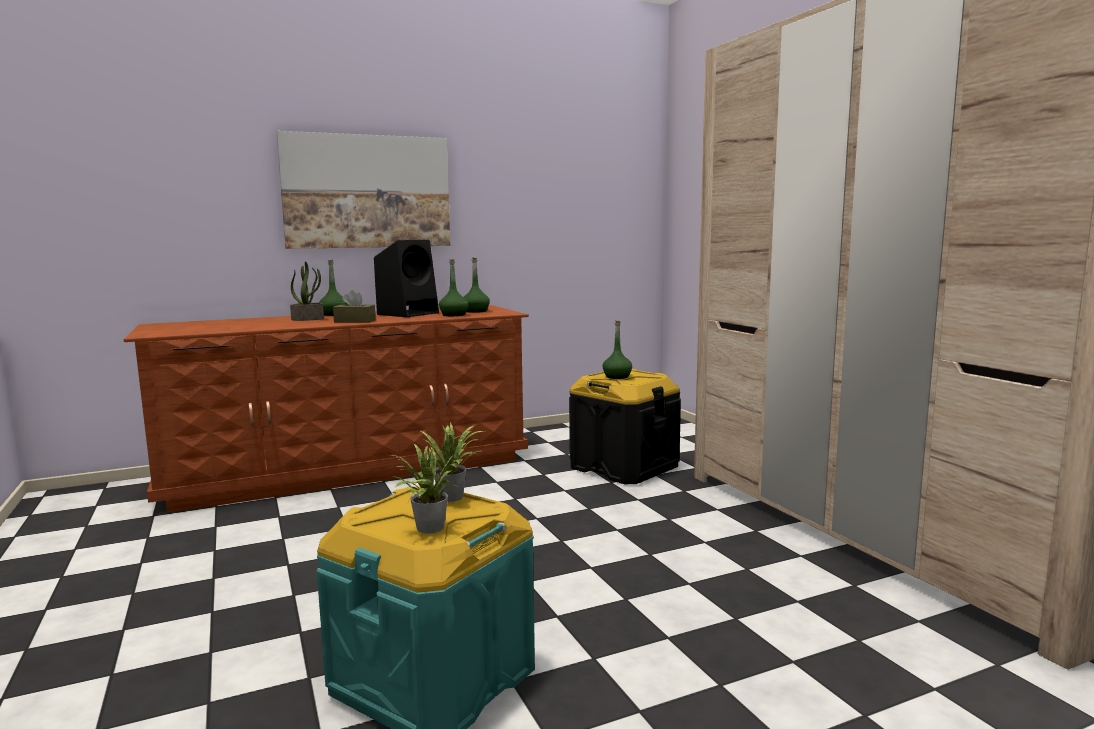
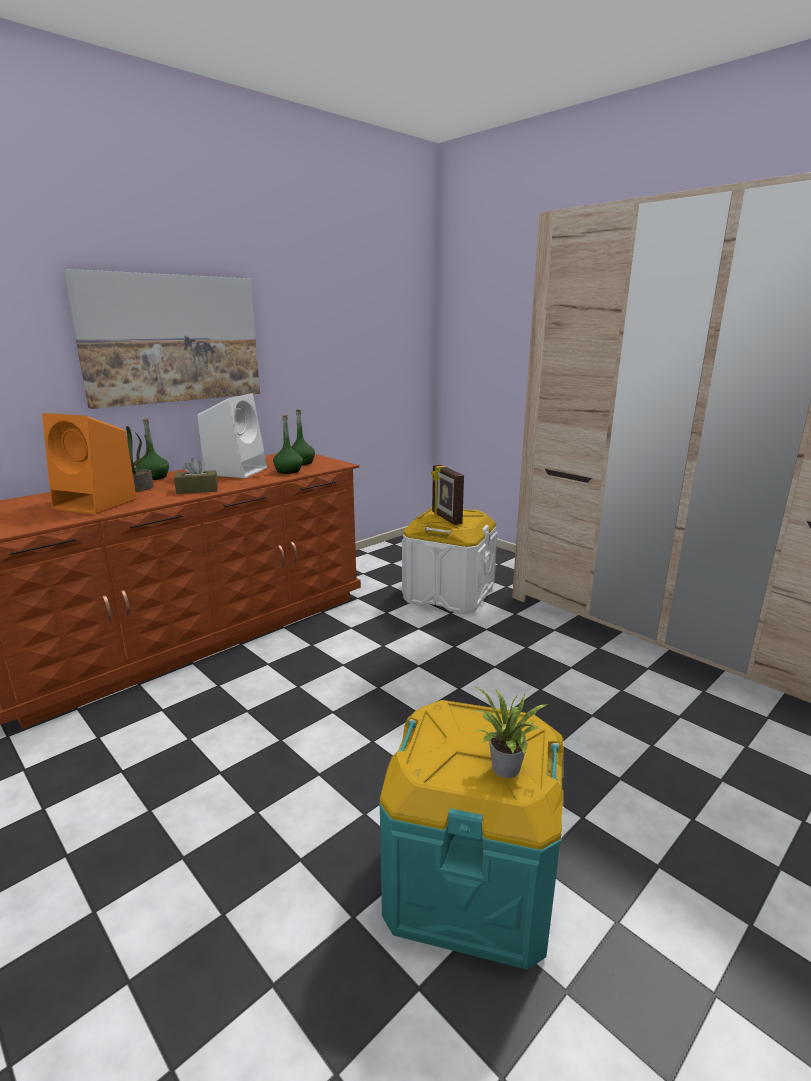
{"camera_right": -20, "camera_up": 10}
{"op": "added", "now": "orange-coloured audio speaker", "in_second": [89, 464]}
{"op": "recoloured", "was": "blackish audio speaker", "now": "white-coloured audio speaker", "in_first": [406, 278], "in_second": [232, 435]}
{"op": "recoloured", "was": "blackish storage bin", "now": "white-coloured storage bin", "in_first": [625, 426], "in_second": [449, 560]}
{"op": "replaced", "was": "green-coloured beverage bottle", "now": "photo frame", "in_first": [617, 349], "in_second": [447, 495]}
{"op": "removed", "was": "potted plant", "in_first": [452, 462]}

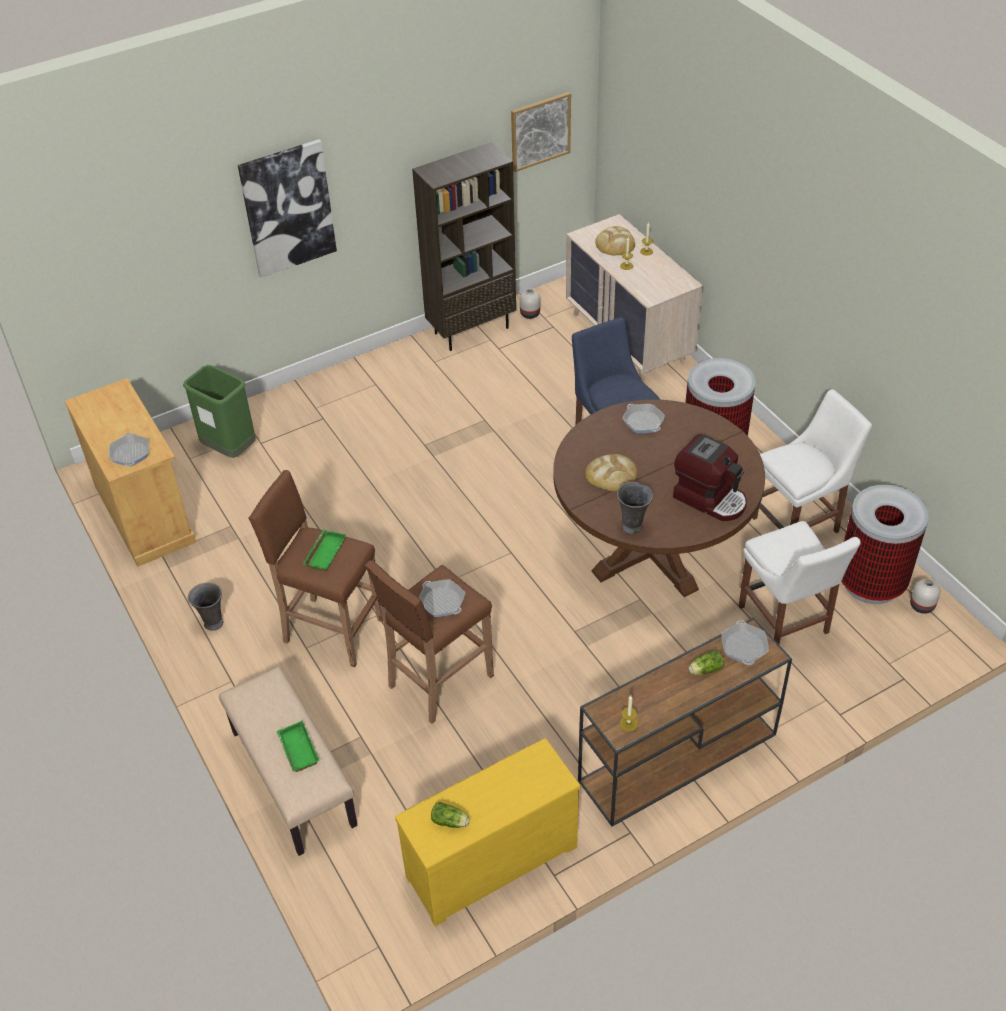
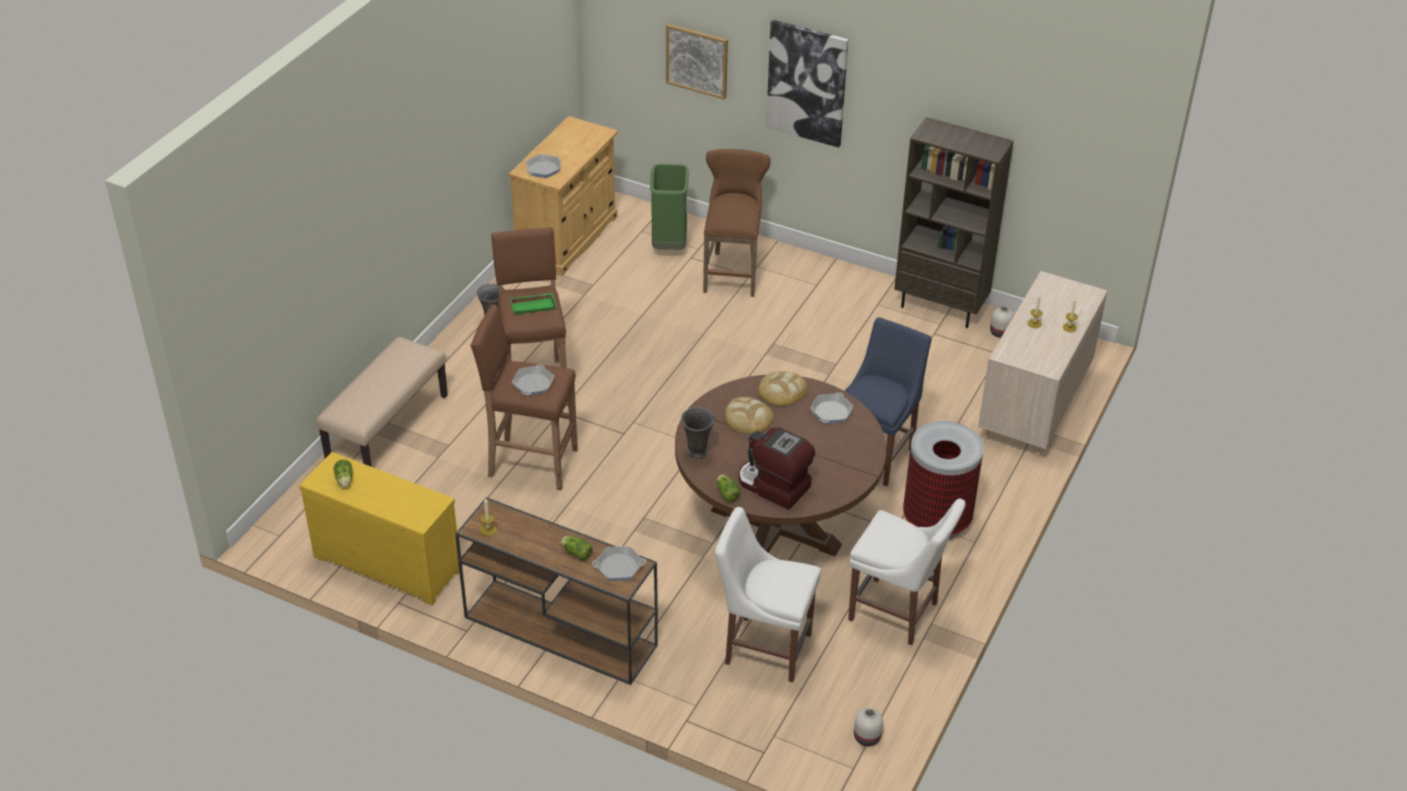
{"camera_right": 55, "camera_up": -5}
{"op": "turned", "was": "frying pan", "in_first": [745, 642], "in_second": [619, 563], "clockwise": -150}
{"op": "moved", "was": "picture", "in_first": [541, 132], "in_second": [697, 61]}
{"op": "added", "now": "brownish sitting stool", "in_second": [737, 223]}
{"op": "turned", "was": "white-coloured plain chair", "in_first": [800, 582], "in_second": [768, 594], "clockwise": 75}
{"op": "added", "now": "lettuce head", "in_second": [728, 488]}
{"op": "turned", "was": "coffee machine", "in_first": [710, 477], "in_second": [777, 469], "clockwise": 120}
{"op": "moved", "was": "bakery bread", "in_first": [615, 240], "in_second": [783, 388]}
{"op": "removed", "was": "green-coloured carrying tray", "in_first": [298, 746]}
{"op": "removed", "was": "rubbish bin", "in_first": [885, 544]}

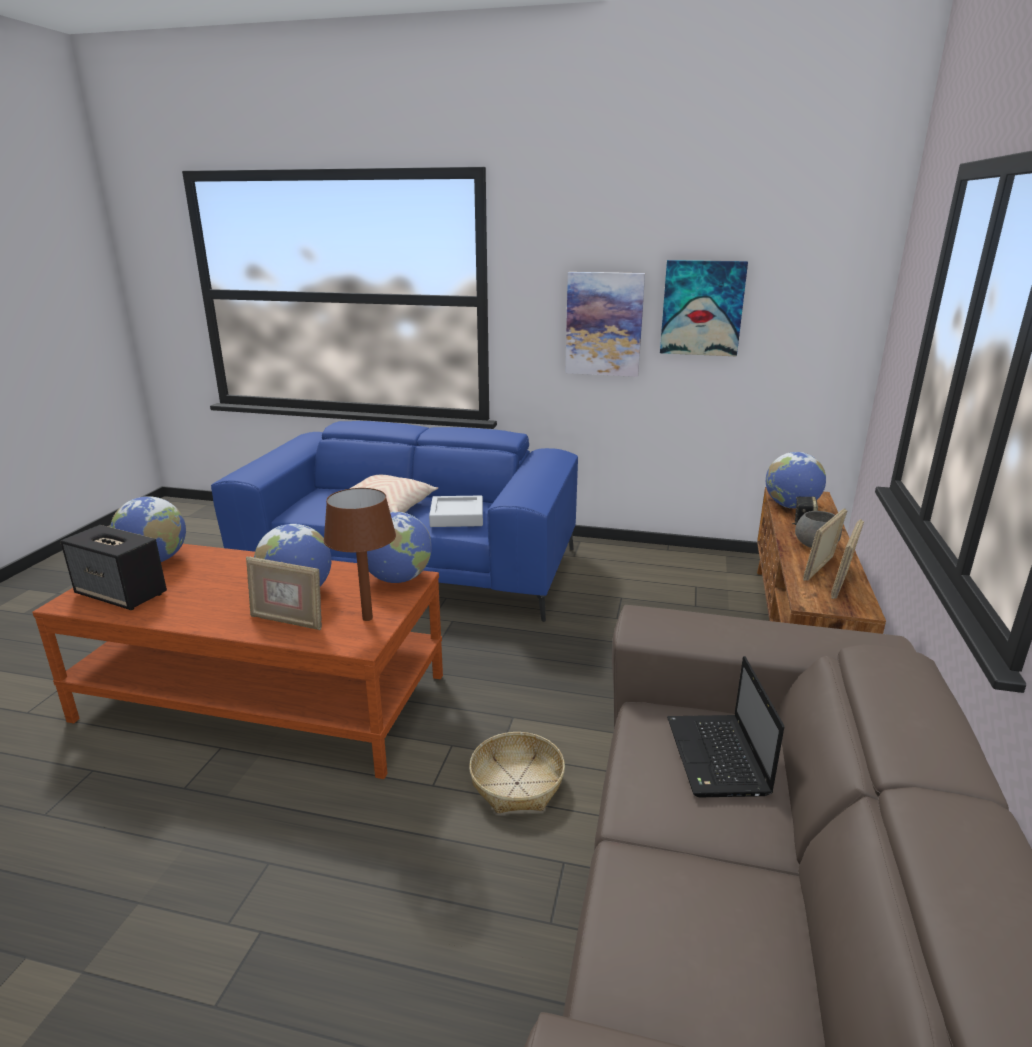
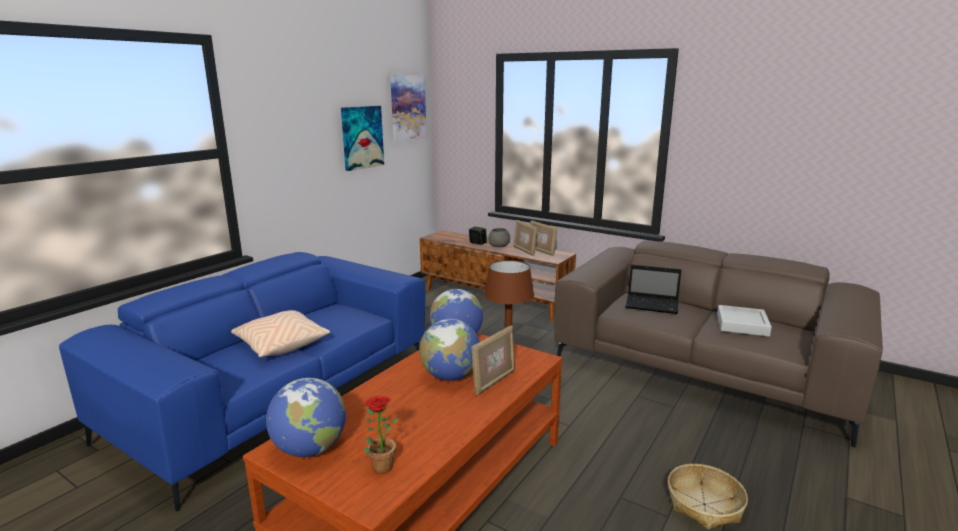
{"camera_right": -70, "camera_up": -5}
{"op": "replaced", "was": "audio speaker", "now": "potted plant", "in_first": [113, 567], "in_second": [381, 435]}
{"op": "moved", "was": "picture", "in_first": [605, 324], "in_second": [408, 108]}
{"op": "moved", "was": "basket", "in_first": [517, 772], "in_second": [708, 497]}
{"op": "moved", "was": "greyish carrying tray", "in_first": [456, 511], "in_second": [744, 321]}
{"op": "removed", "was": "world globe", "in_first": [796, 480]}

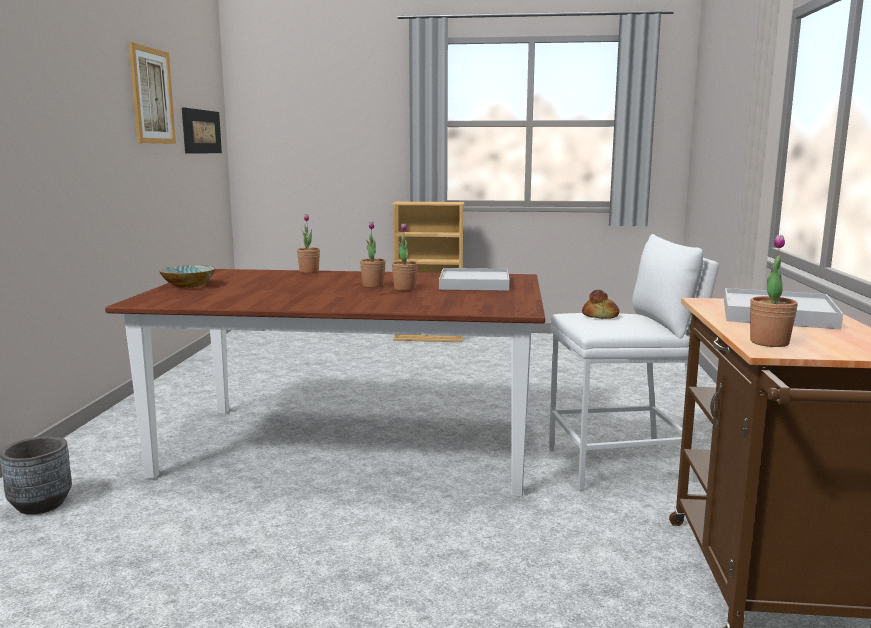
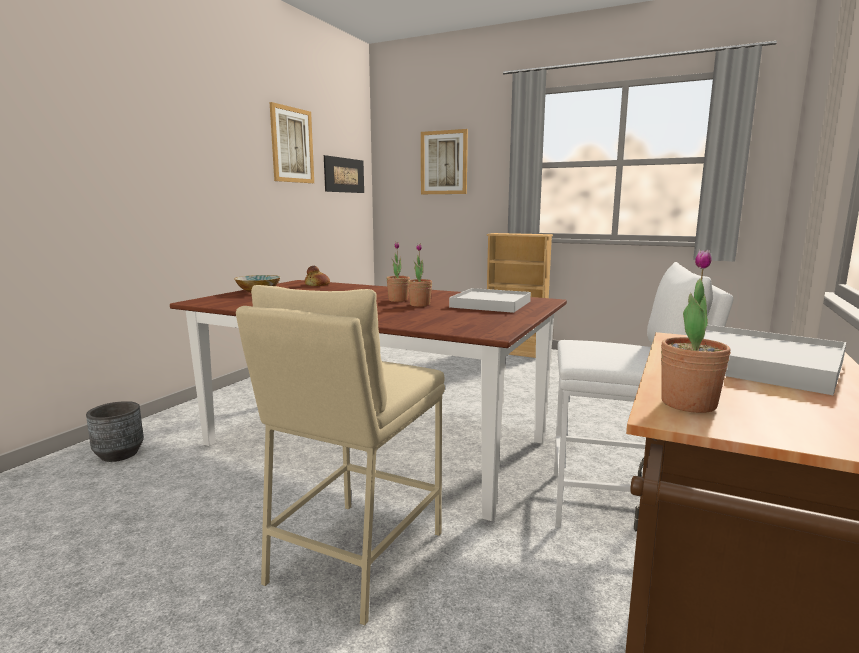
{"camera_right": 20, "camera_up": 0}
{"op": "added", "now": "sand-coloured sitting stool", "in_second": [340, 455]}
{"op": "moved", "was": "bakery bread", "in_first": [600, 304], "in_second": [317, 276]}
{"op": "added", "now": "picture", "in_second": [444, 161]}
{"op": "removed", "was": "potted plant", "in_first": [308, 243]}

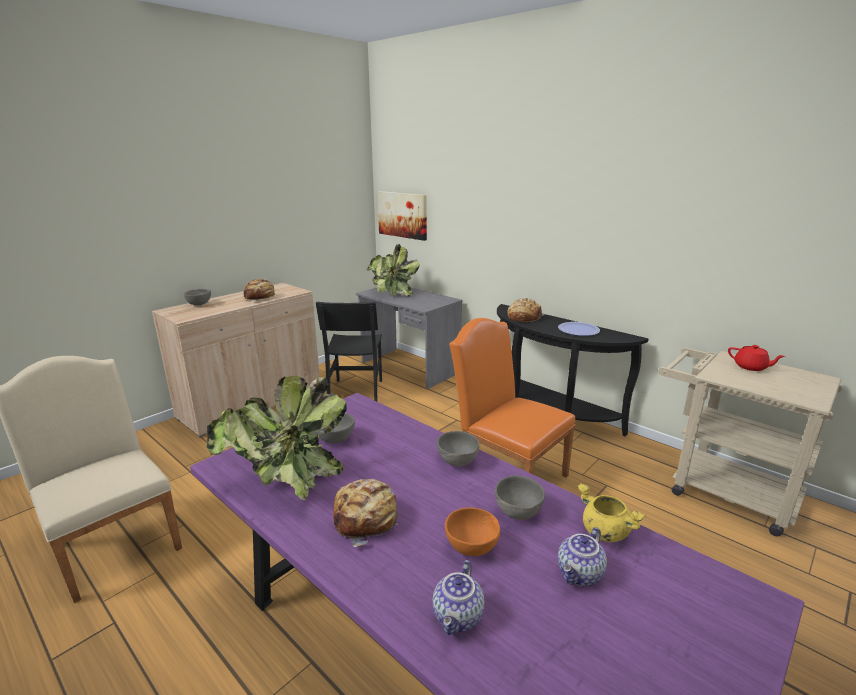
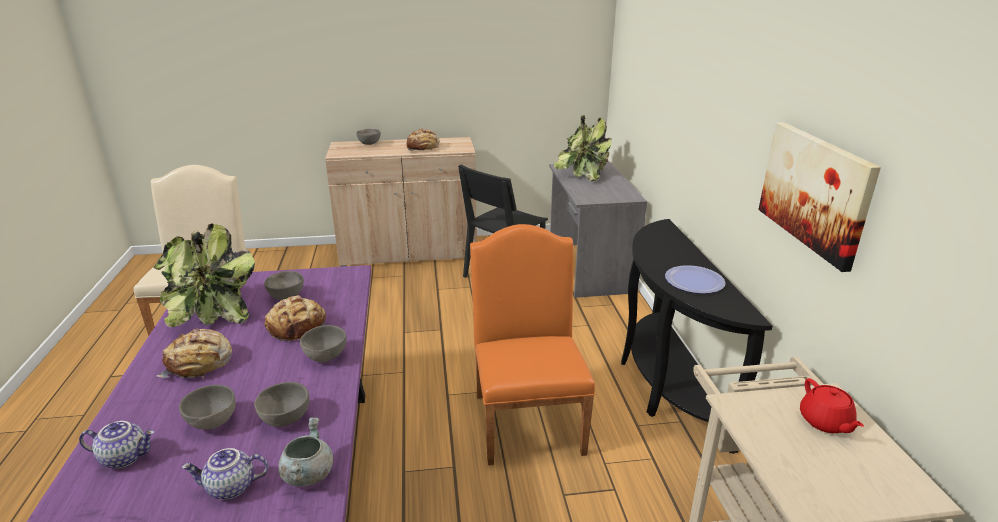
{"camera_right": 40, "camera_up": 5}
{"op": "turned", "was": "teapot", "in_first": [458, 597], "in_second": [116, 444], "clockwise": -150}
{"op": "recoloured", "was": "orange-coloured bowl", "now": "greyish bowl", "in_first": [472, 531], "in_second": [207, 407]}
{"op": "moved", "was": "bakery bread", "in_first": [527, 310], "in_second": [295, 318]}
{"op": "recoloured", "was": "yellow-coloured stockpot", "now": "greyish stockpot", "in_first": [611, 513], "in_second": [306, 452]}
{"op": "moved", "was": "picture", "in_first": [402, 216], "in_second": [819, 197]}

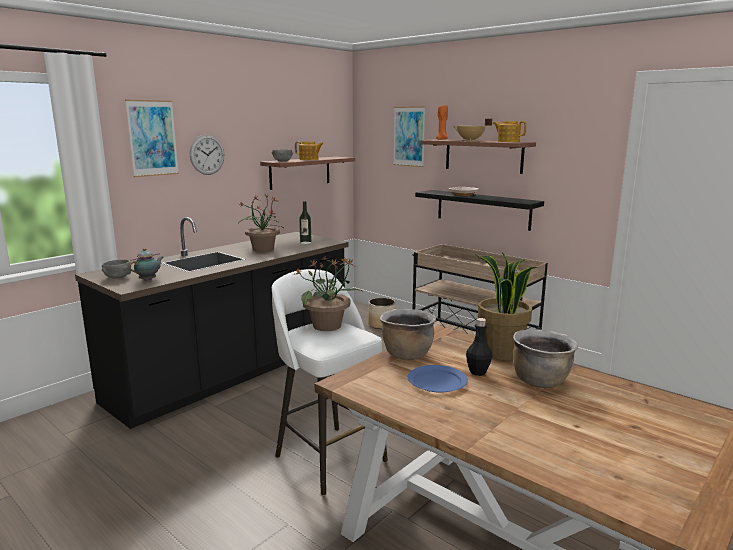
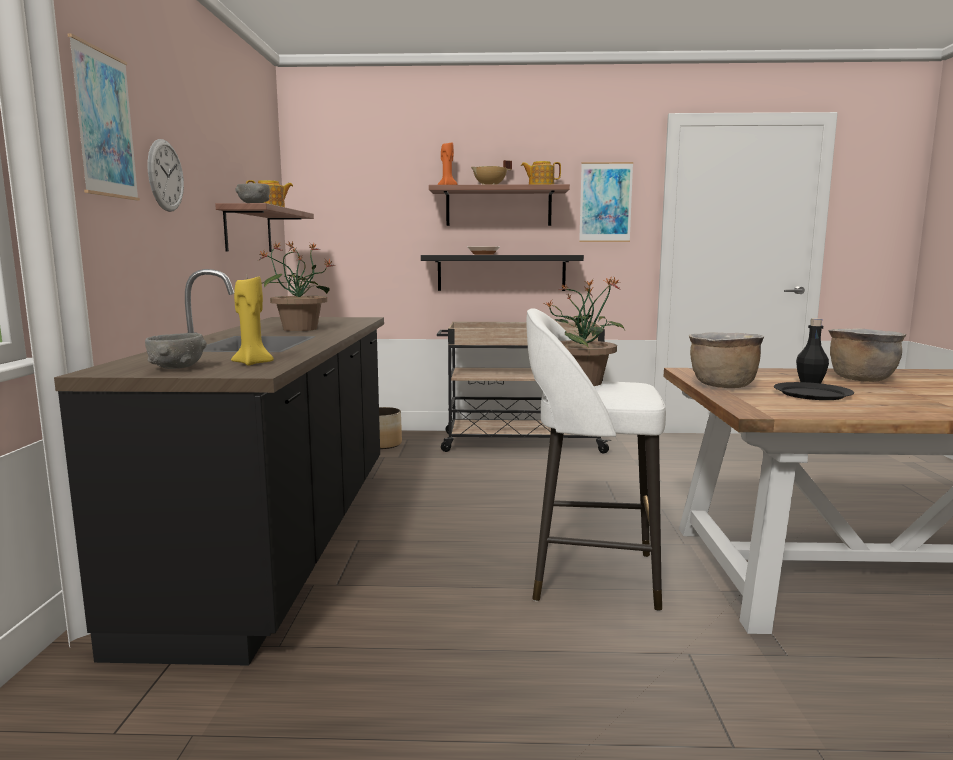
{"camera_right": -40, "camera_up": -5}
{"op": "replaced", "was": "teapot", "now": "yellow-coloured wax light", "in_first": [146, 264], "in_second": [252, 321]}
{"op": "moved", "was": "picture", "in_first": [409, 136], "in_second": [606, 202]}
{"op": "recoloured", "was": "bluish flat dish", "now": "blackish flat dish", "in_first": [438, 379], "in_second": [814, 391]}
{"op": "removed", "was": "beverage bottle", "in_first": [305, 222]}
{"op": "removed", "was": "potted plant", "in_first": [506, 306]}

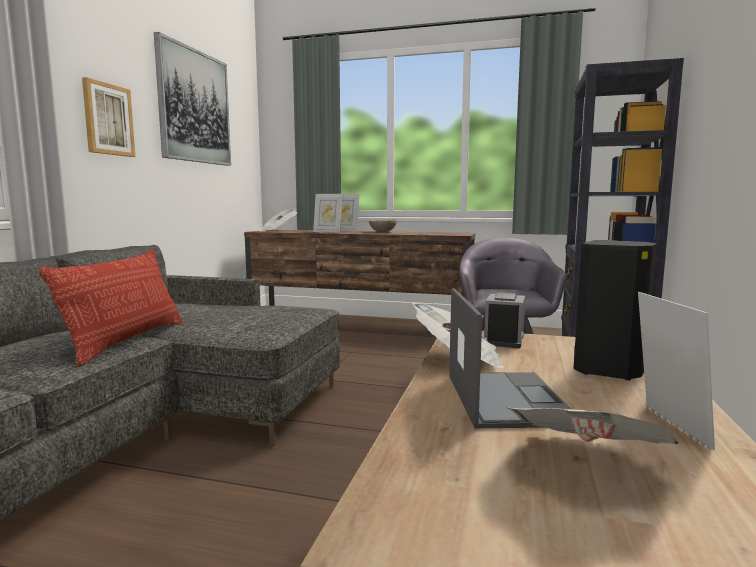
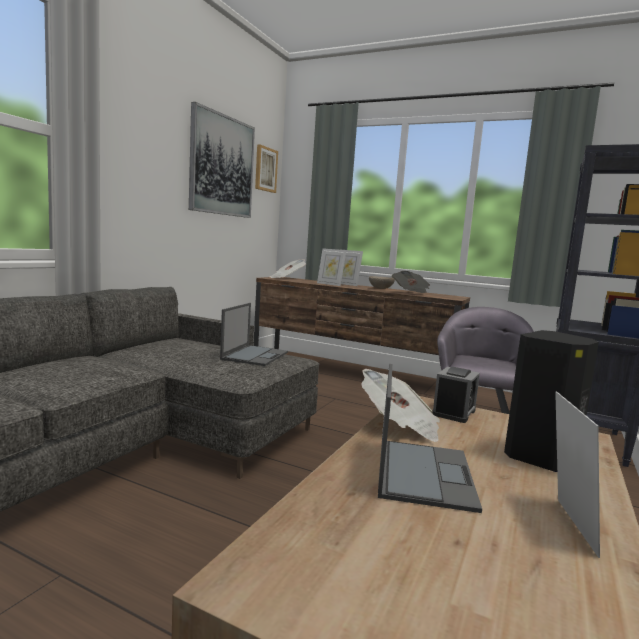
{"camera_right": 10, "camera_up": 0}
{"op": "added", "now": "laptop", "in_second": [254, 334]}
{"op": "moved", "was": "picture", "in_first": [108, 117], "in_second": [266, 168]}
{"op": "moved", "was": "newspaper", "in_first": [594, 426], "in_second": [411, 282]}
{"op": "removed", "was": "cushion", "in_first": [111, 308]}

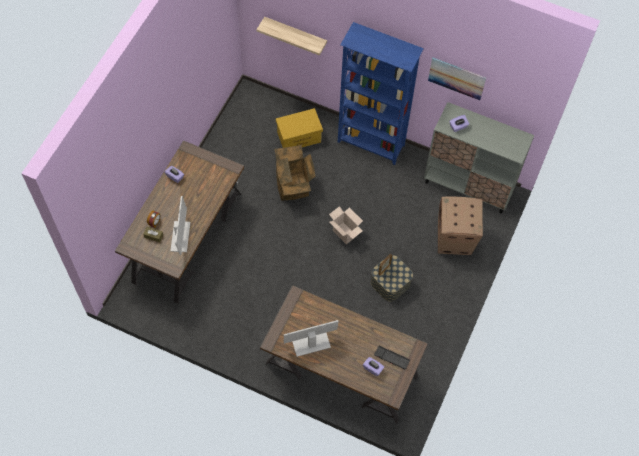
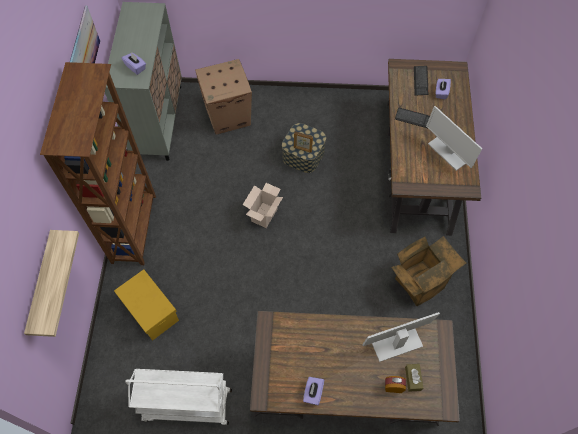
{"camera_right": -110, "camera_up": 0}
{"op": "recoloured", "was": "bluish bookcase", "now": "brownish bookcase", "in_first": [381, 93], "in_second": [98, 163]}
{"op": "added", "now": "white-coloured cart", "in_second": [178, 397]}
{"op": "moved", "was": "carton", "in_first": [295, 172], "in_second": [428, 271]}
{"op": "added", "now": "computer keyboard", "in_second": [412, 118]}

